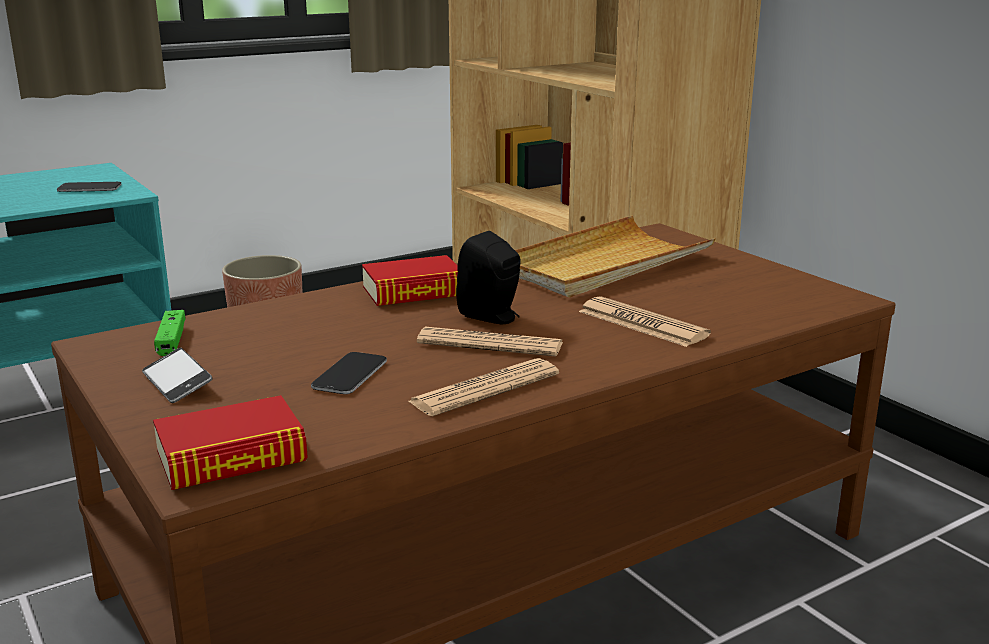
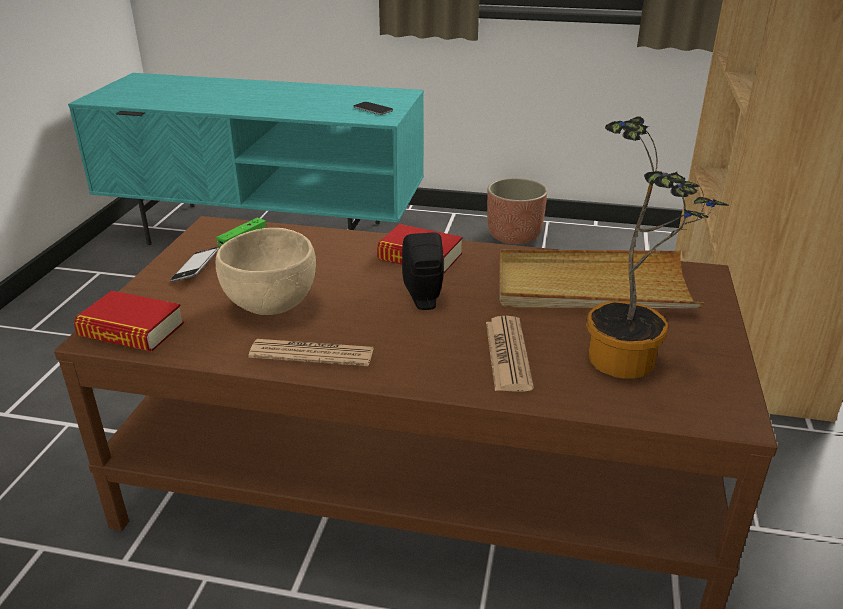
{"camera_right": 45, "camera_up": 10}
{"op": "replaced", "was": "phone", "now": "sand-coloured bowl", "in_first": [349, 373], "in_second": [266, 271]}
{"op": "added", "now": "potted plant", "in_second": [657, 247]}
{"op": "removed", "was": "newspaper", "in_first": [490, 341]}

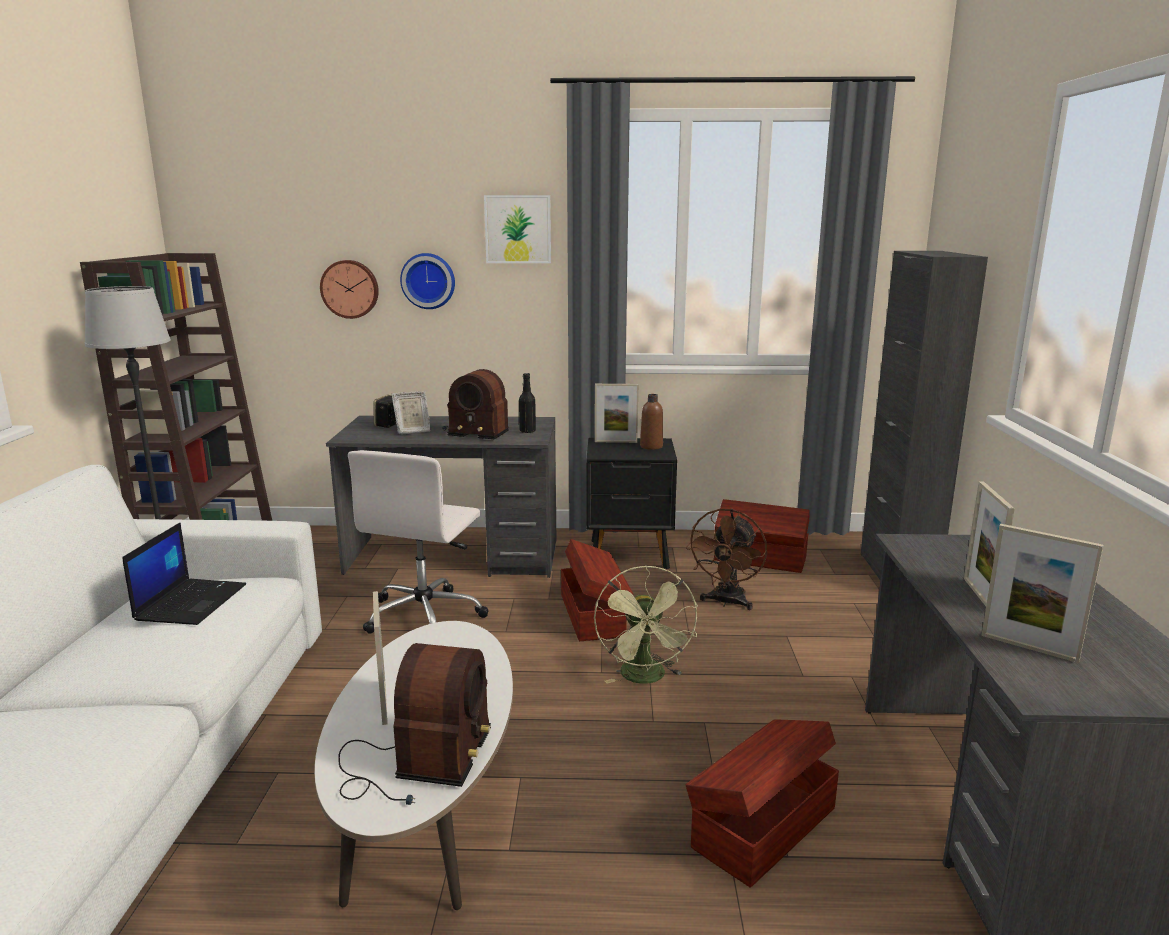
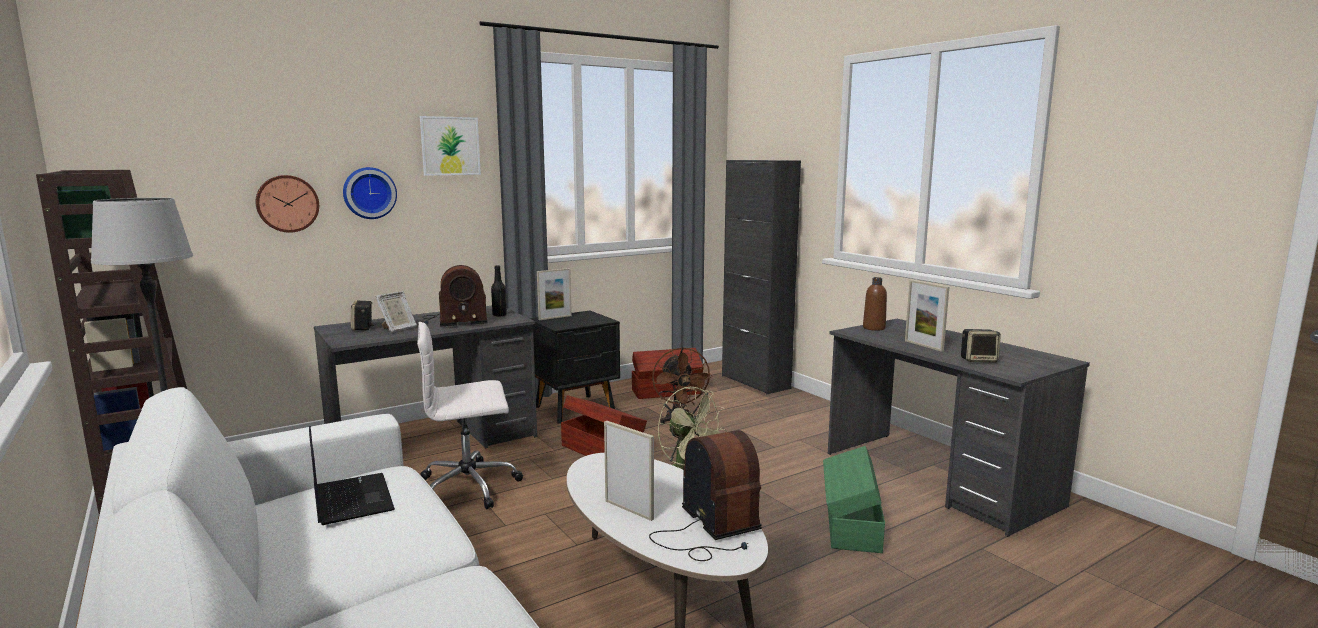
{"camera_right": -35, "camera_up": -5}
{"op": "turned", "was": "white-coloured desk chair", "in_first": [418, 542], "in_second": [470, 415], "clockwise": 90}
{"op": "recoloured", "was": "brownish storage bin", "now": "green-coloured storage bin", "in_first": [762, 804], "in_second": [854, 499]}
{"op": "moved", "was": "brownish beverage bottle", "in_first": [651, 422], "in_second": [875, 304]}
{"op": "replaced", "was": "photo frame", "now": "audio speaker", "in_first": [1042, 593], "in_second": [981, 345]}

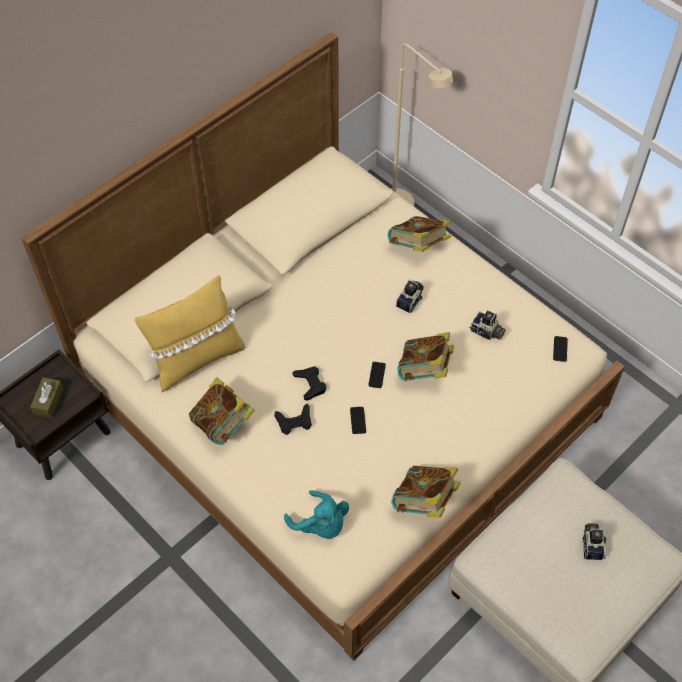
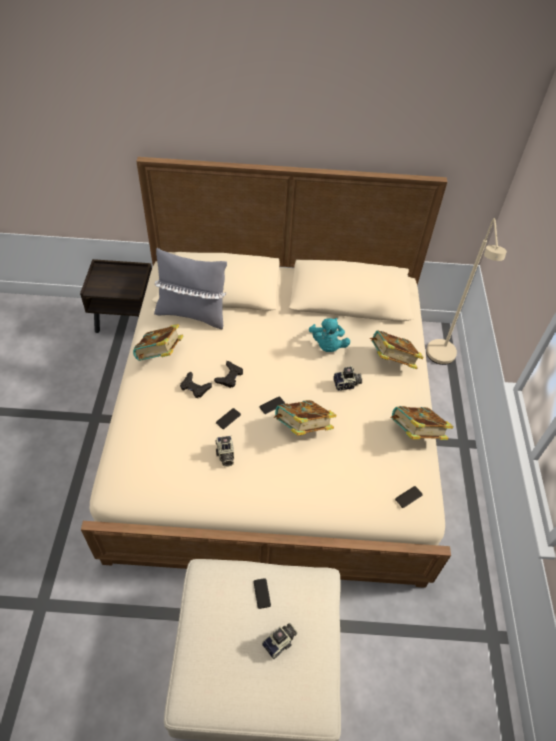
{"camera_right": 45, "camera_up": -5}
{"op": "recoloured", "was": "yellow-coloured cushion", "now": "greyish cushion", "in_first": [189, 333], "in_second": [190, 288]}
{"op": "moved", "was": "still camera", "in_first": [488, 325], "in_second": [224, 451]}
{"op": "added", "now": "phone", "in_second": [262, 593]}
{"op": "moved", "was": "turquoise-coloured cuddly toy", "in_first": [316, 514], "in_second": [329, 335]}
{"op": "moved", "was": "bound book", "in_first": [426, 492], "in_second": [422, 423]}
{"op": "removed", "was": "brownish tissue box", "in_first": [46, 397]}

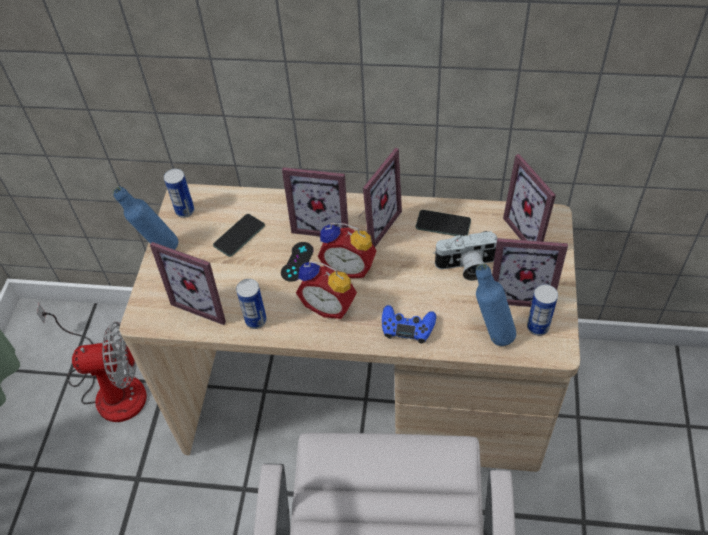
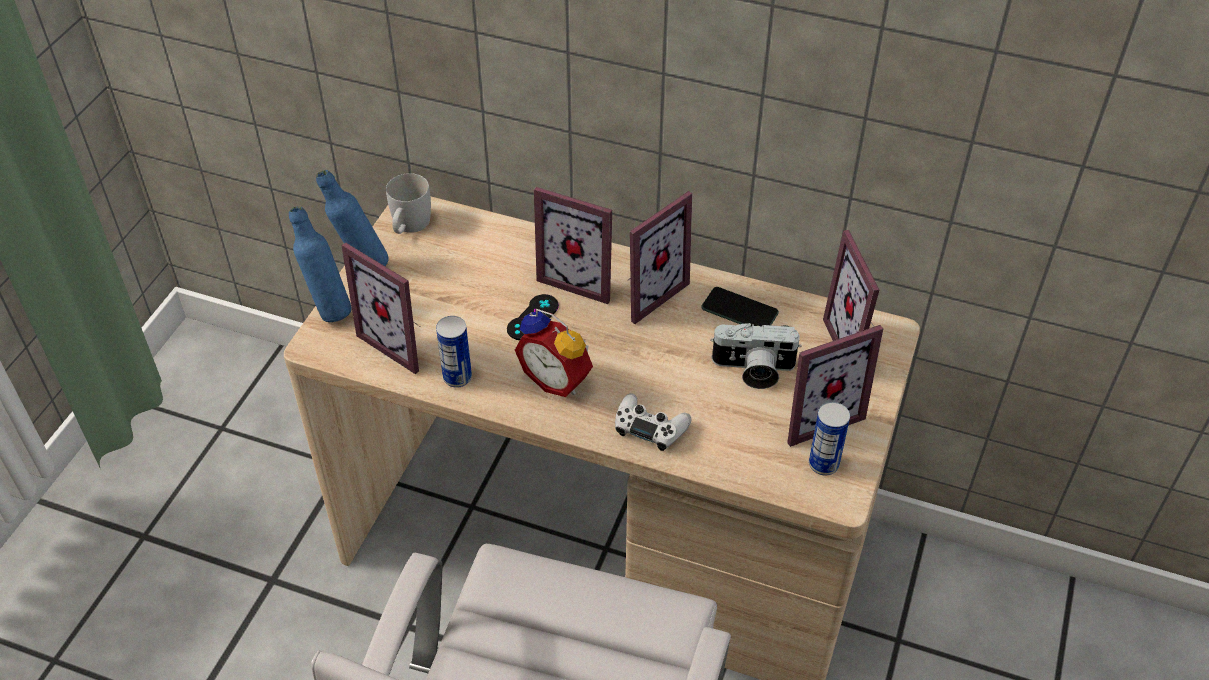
{"camera_right": 10, "camera_up": -5}
{"op": "moved", "was": "bluish beverage bottle", "in_first": [496, 305], "in_second": [320, 264]}
{"op": "replaced", "was": "metal can", "now": "white-coloured tea mug", "in_first": [179, 193], "in_second": [408, 203]}
{"op": "recoloured", "was": "bluish joypad", "now": "white-coloured joypad", "in_first": [409, 324], "in_second": [653, 422]}
{"op": "turned", "was": "photo frame", "in_first": [530, 272], "in_second": [835, 386], "clockwise": -45}
{"op": "removed", "was": "fan", "in_first": [92, 362]}
{"op": "removed", "was": "phone", "in_first": [239, 235]}
{"op": "removed", "was": "table clock", "in_first": [347, 250]}

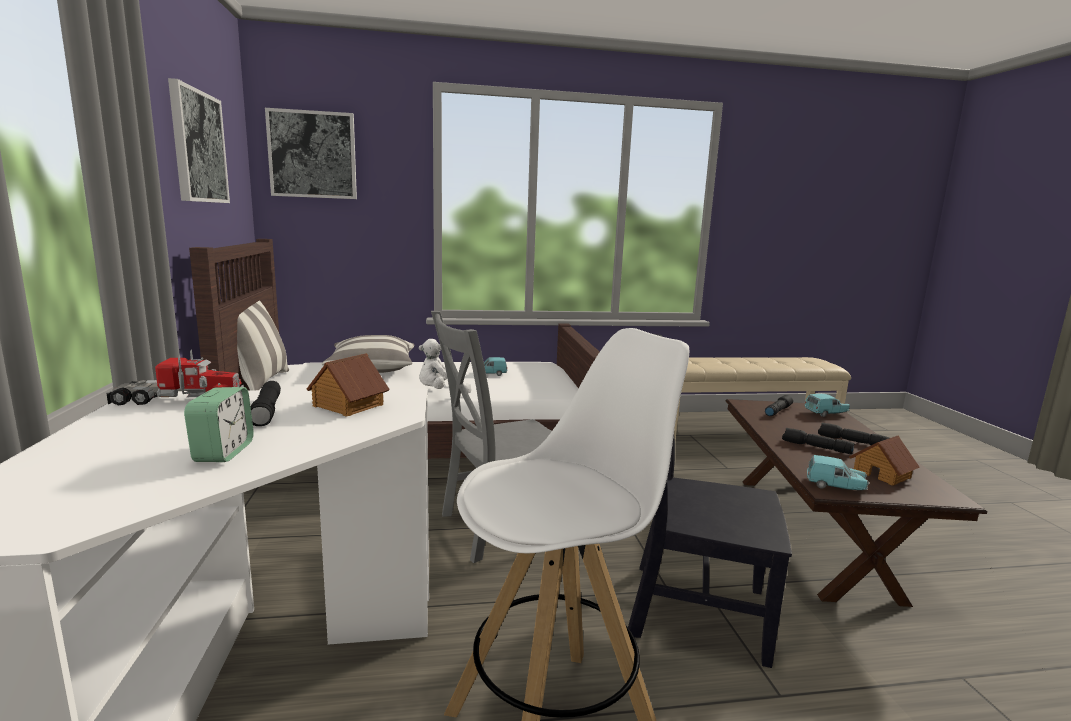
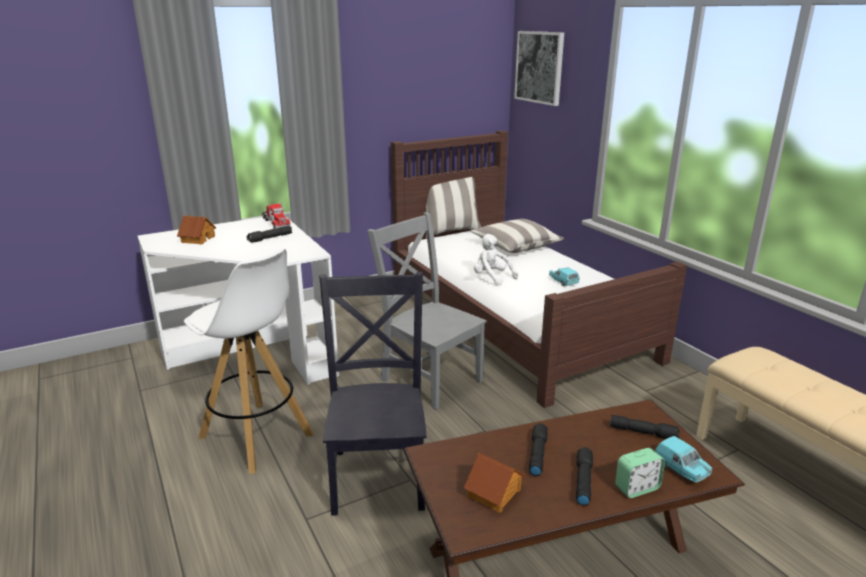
{"camera_right": 70, "camera_up": 10}
{"op": "moved", "was": "model house", "in_first": [348, 385], "in_second": [196, 230]}
{"op": "moved", "was": "table clock", "in_first": [219, 424], "in_second": [640, 473]}
{"op": "removed", "was": "picture", "in_first": [199, 140]}
{"op": "removed", "was": "turquoise-coloured model car", "in_first": [838, 473]}

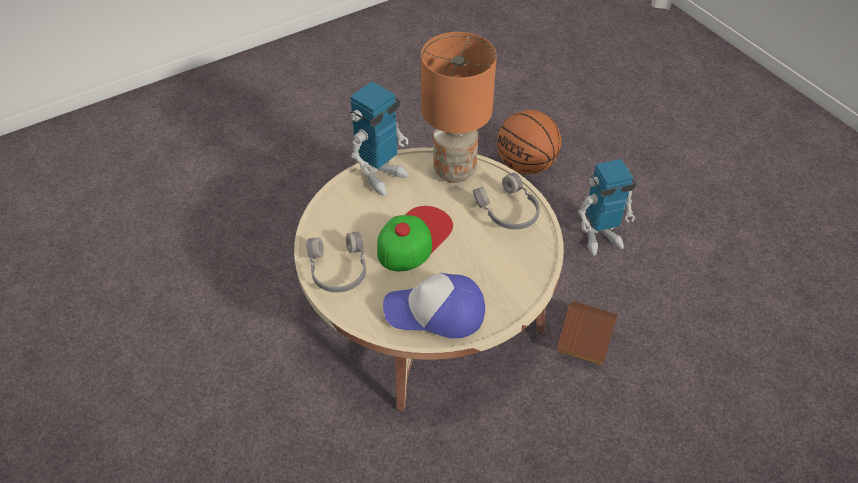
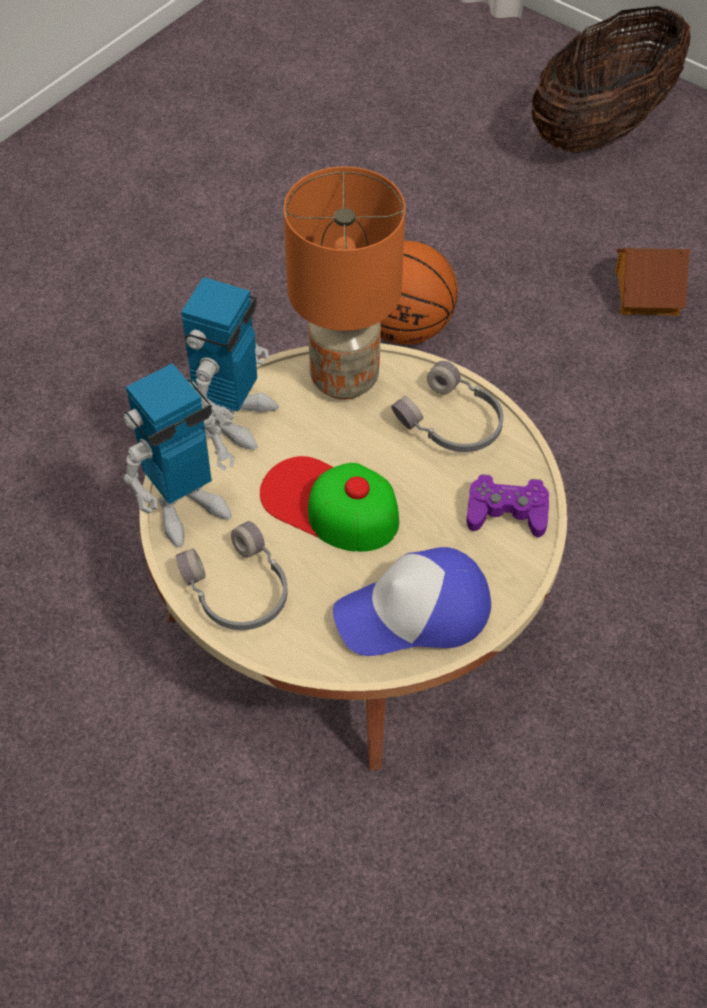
{"camera_right": -20, "camera_up": 5}
{"op": "moved", "was": "robot figure", "in_first": [607, 207], "in_second": [179, 455]}
{"op": "turned", "was": "cap", "in_first": [415, 238], "in_second": [329, 504], "clockwise": -75}
{"op": "added", "now": "purplish joypad", "in_second": [507, 505]}
{"op": "added", "now": "basket", "in_second": [611, 79]}
{"op": "moved", "was": "model house", "in_first": [587, 333], "in_second": [652, 282]}

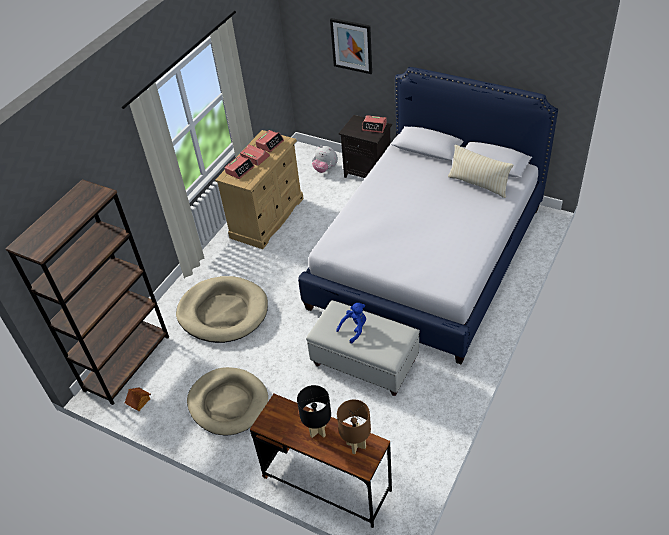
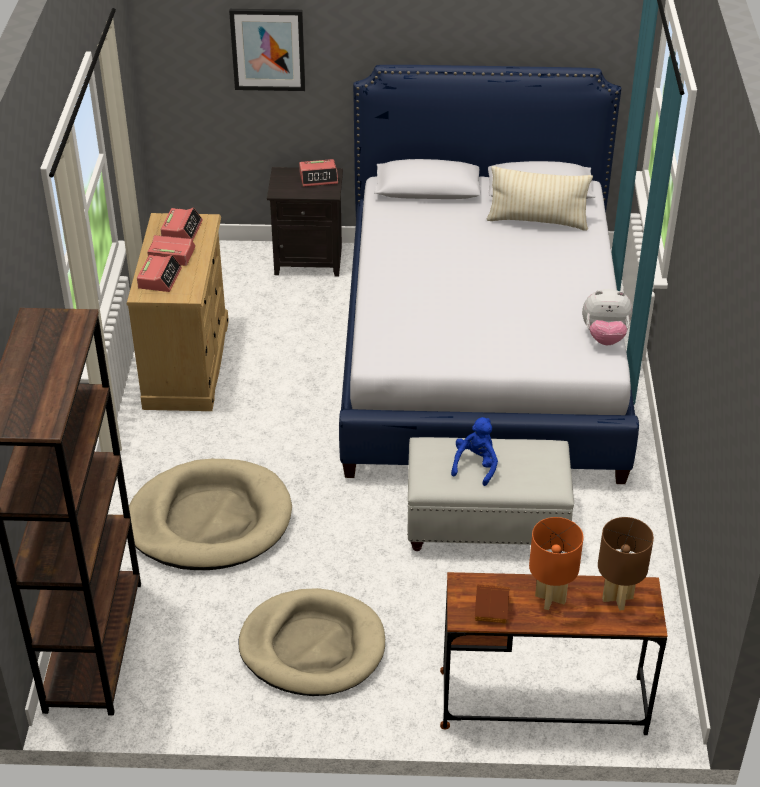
{"camera_right": -30, "camera_up": -5}
{"op": "moved", "was": "model house", "in_first": [138, 399], "in_second": [492, 604]}
{"op": "recoloured", "was": "blackish lamp for a table", "now": "orange-coloured lamp for a table", "in_first": [314, 411], "in_second": [556, 563]}
{"op": "moved", "was": "cuddly toy", "in_first": [325, 159], "in_second": [607, 317]}

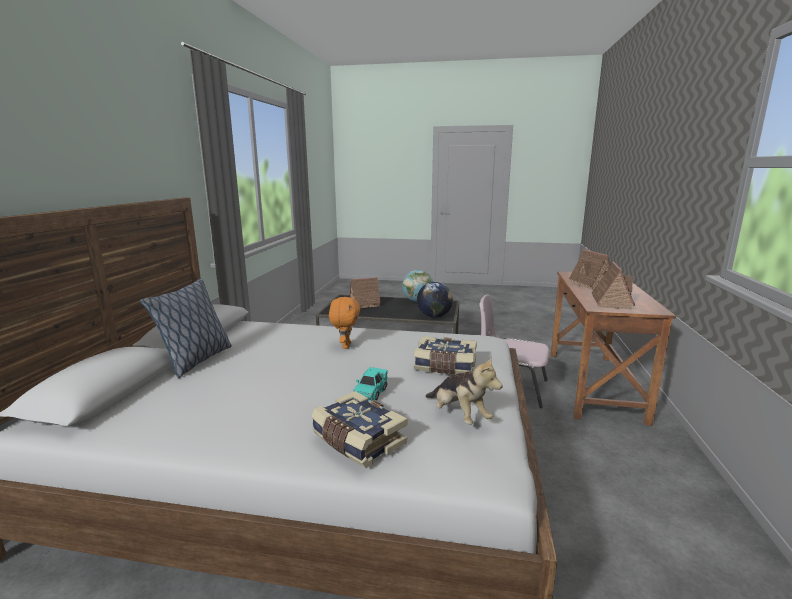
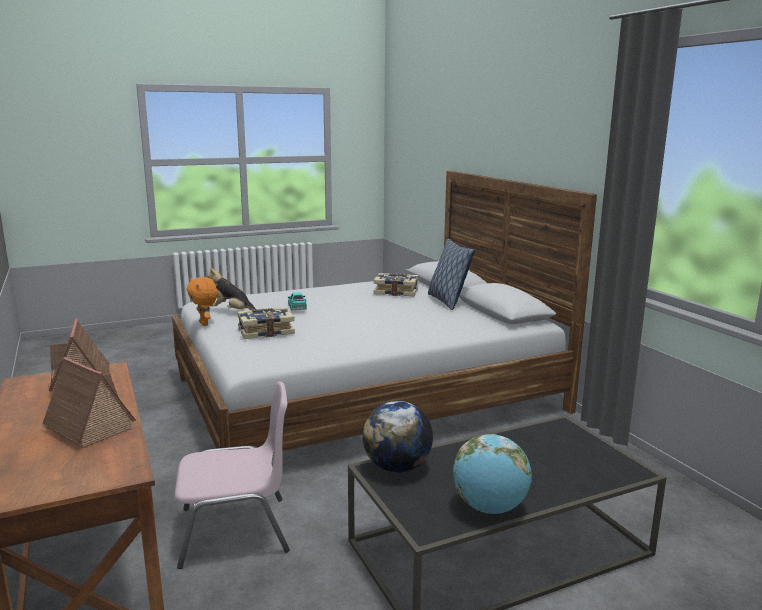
{"camera_right": 145, "camera_up": 0}
{"op": "moved", "was": "orange-coloured cuddly toy", "in_first": [344, 323], "in_second": [202, 301]}
{"op": "moved", "was": "bound book", "in_first": [359, 429], "in_second": [395, 284]}
{"op": "removed", "was": "model house", "in_first": [365, 292]}

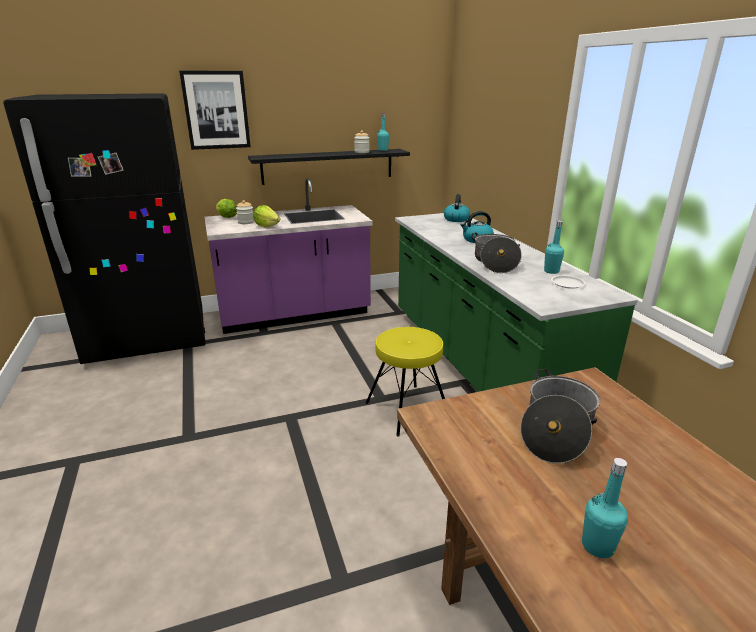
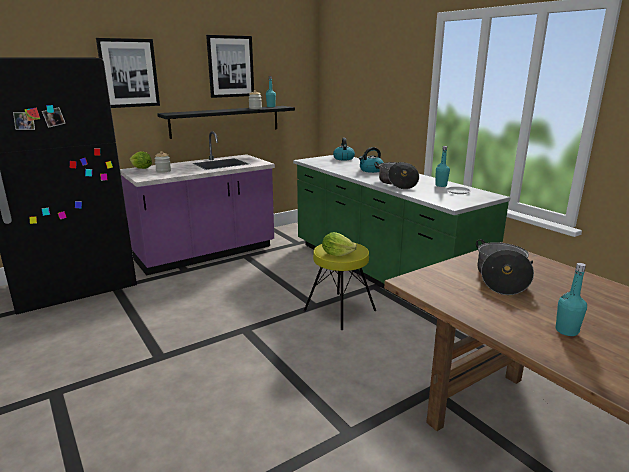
{"camera_right": -15, "camera_up": -5}
{"op": "added", "now": "picture", "in_second": [230, 66]}
{"op": "moved", "was": "lettuce head", "in_first": [266, 216], "in_second": [339, 244]}

